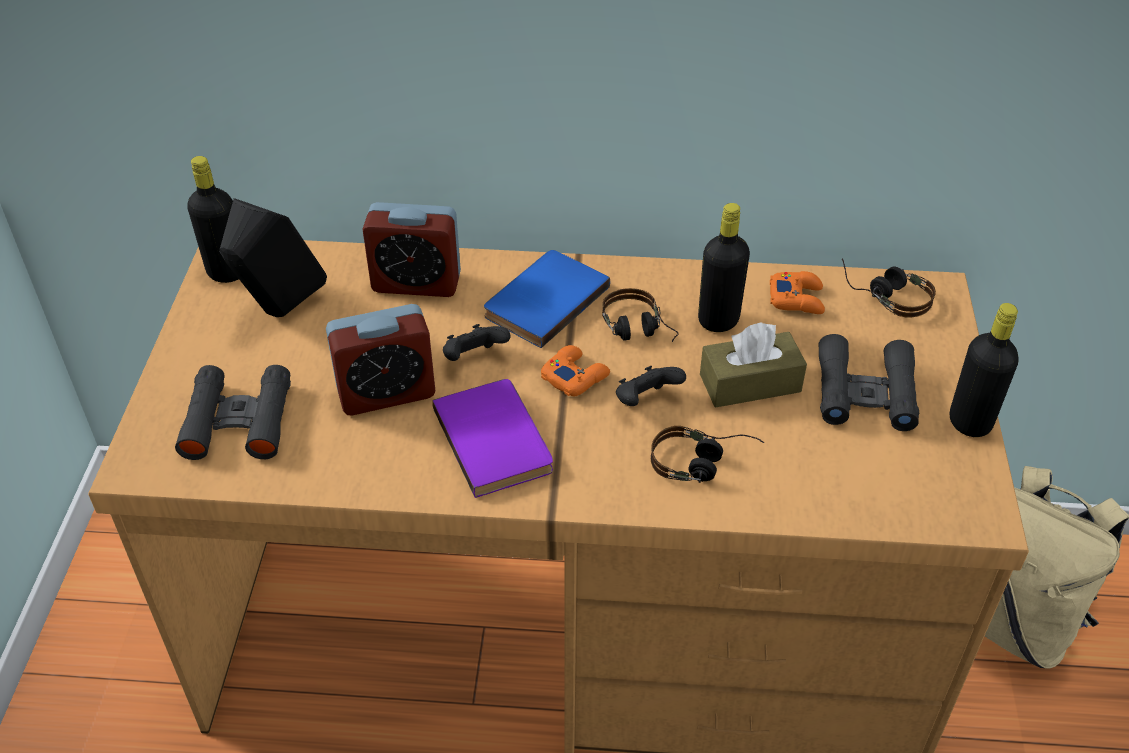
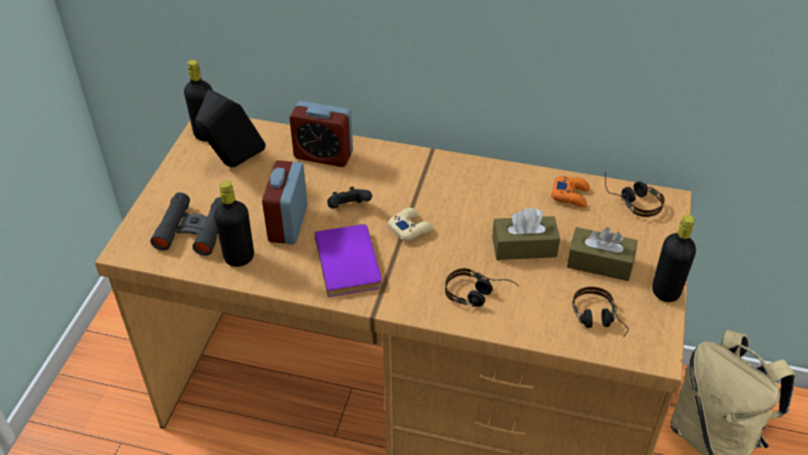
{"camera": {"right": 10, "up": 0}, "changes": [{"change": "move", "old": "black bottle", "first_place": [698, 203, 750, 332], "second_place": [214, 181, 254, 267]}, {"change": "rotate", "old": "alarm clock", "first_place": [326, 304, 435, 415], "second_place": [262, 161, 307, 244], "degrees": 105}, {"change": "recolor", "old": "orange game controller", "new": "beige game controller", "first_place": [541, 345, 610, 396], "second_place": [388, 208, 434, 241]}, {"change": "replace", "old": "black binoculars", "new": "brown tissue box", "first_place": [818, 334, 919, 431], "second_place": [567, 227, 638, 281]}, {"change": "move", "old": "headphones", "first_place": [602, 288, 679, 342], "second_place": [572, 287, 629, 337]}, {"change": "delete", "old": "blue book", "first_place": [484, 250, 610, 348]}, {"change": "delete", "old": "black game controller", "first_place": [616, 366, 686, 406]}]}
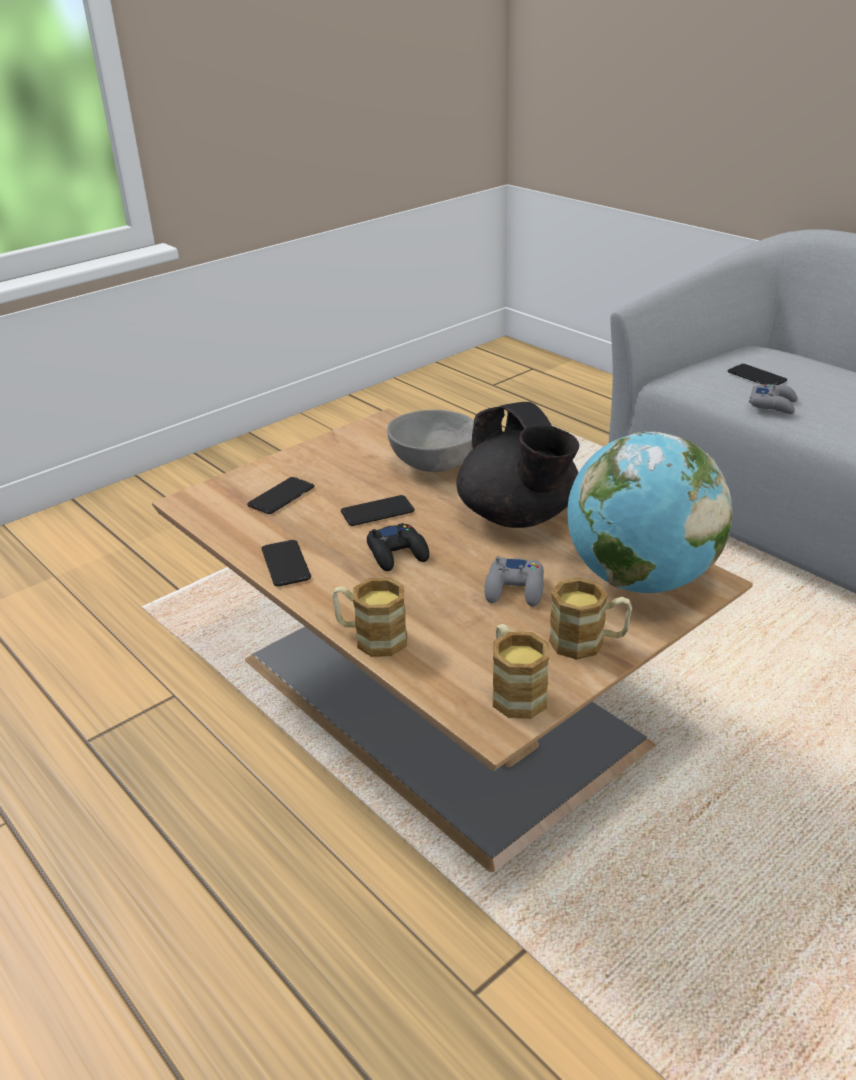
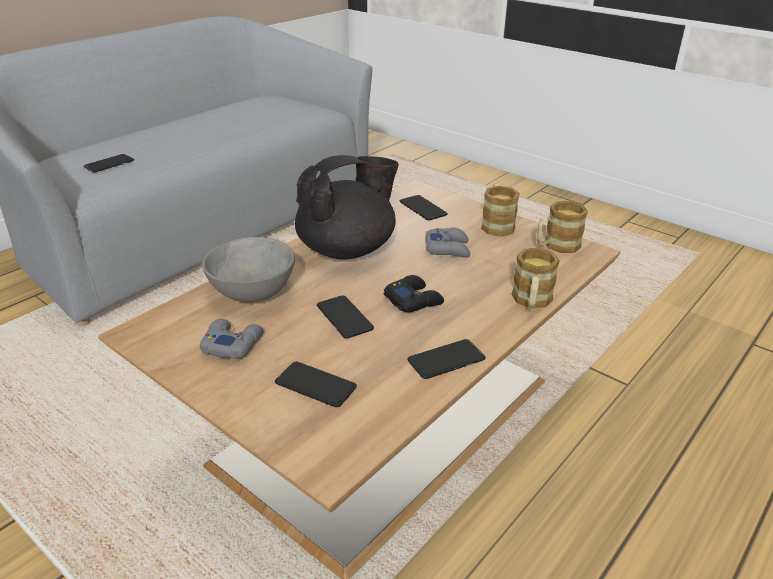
{"camera": {"right": -100, "up": 0}, "changes": [{"change": "move", "old": "grey game controller", "first_place": [749, 384, 798, 414], "second_place": [200, 319, 264, 359]}, {"change": "replace", "old": "globe", "new": "phone", "first_place": [567, 431, 733, 593], "second_place": [400, 195, 448, 220]}]}
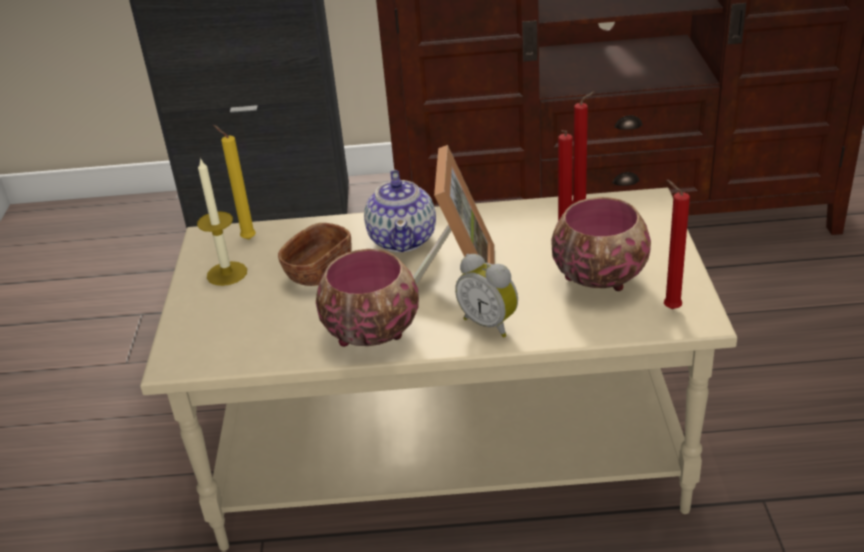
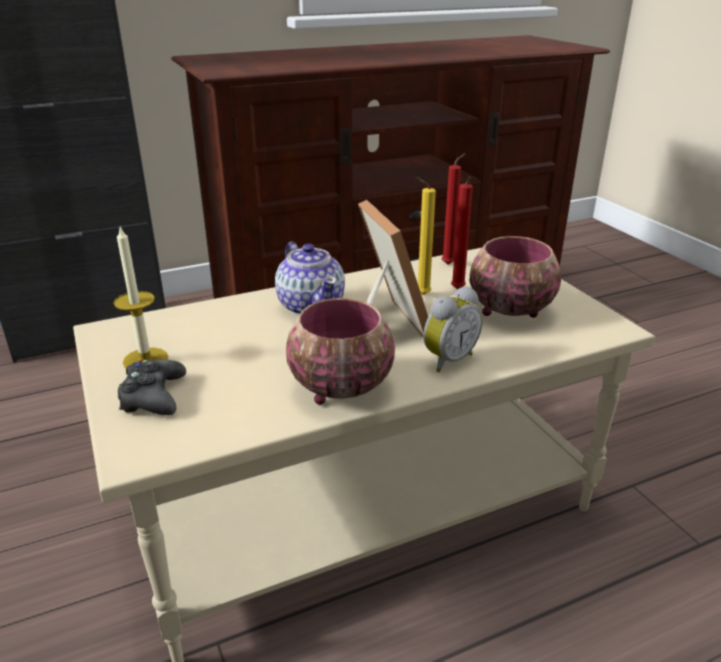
{"camera": {"right": -25, "up": -5}, "changes": [{"change": "insert", "new": "black game controller", "second_place": [118, 360, 186, 415]}, {"change": "move", "old": "yellow candle", "first_place": [213, 125, 256, 239], "second_place": [416, 177, 436, 295]}, {"change": "rotate", "old": "alarm clock", "first_place": [455, 254, 518, 338], "second_place": [423, 286, 482, 373], "degrees": -60}, {"change": "delete", "old": "brown bowl", "first_place": [278, 223, 351, 286]}, {"change": "delete", "old": "red candle", "first_place": [664, 179, 690, 309]}]}
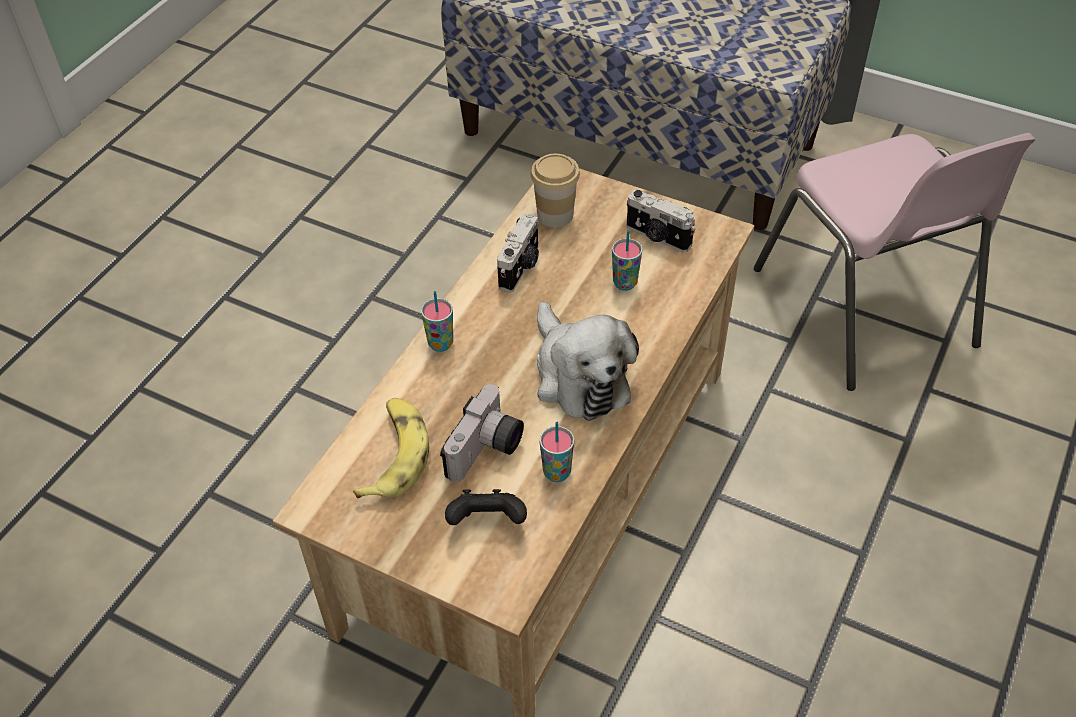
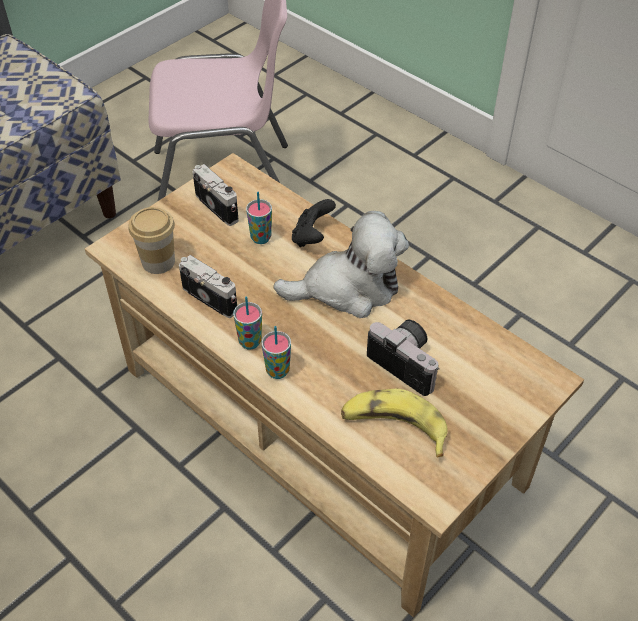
{"camera": {"right": -75, "up": 0}, "changes": [{"change": "rotate", "old": "photo camera", "first_place": [627, 189, 695, 252], "second_place": [193, 164, 239, 226], "degrees": -90}, {"change": "move", "old": "cup", "first_place": [540, 422, 574, 482], "second_place": [233, 297, 262, 350]}, {"change": "move", "old": "black game controller", "first_place": [445, 489, 527, 525], "second_place": [292, 199, 336, 247]}]}
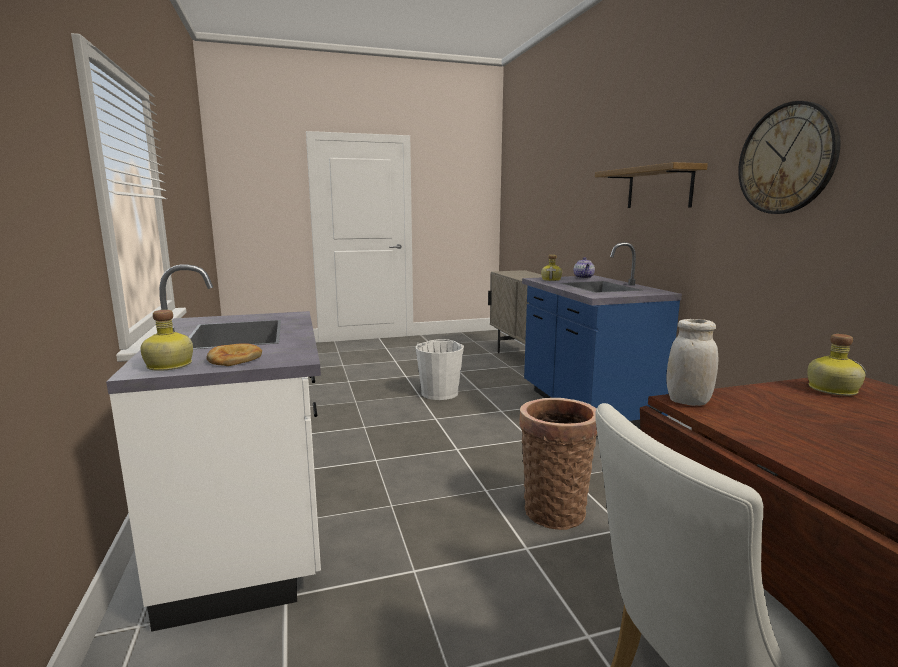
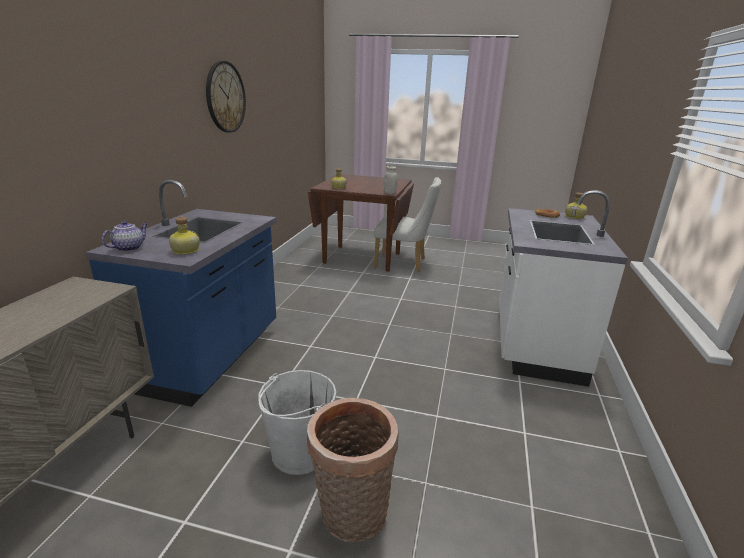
{"camera": {"right": -150, "up": 10}, "changes": [{"change": "move", "old": "basket", "first_place": [519, 398, 598, 530], "second_place": [307, 398, 399, 543]}, {"change": "delete", "old": "shelf", "first_place": [595, 162, 708, 208]}]}
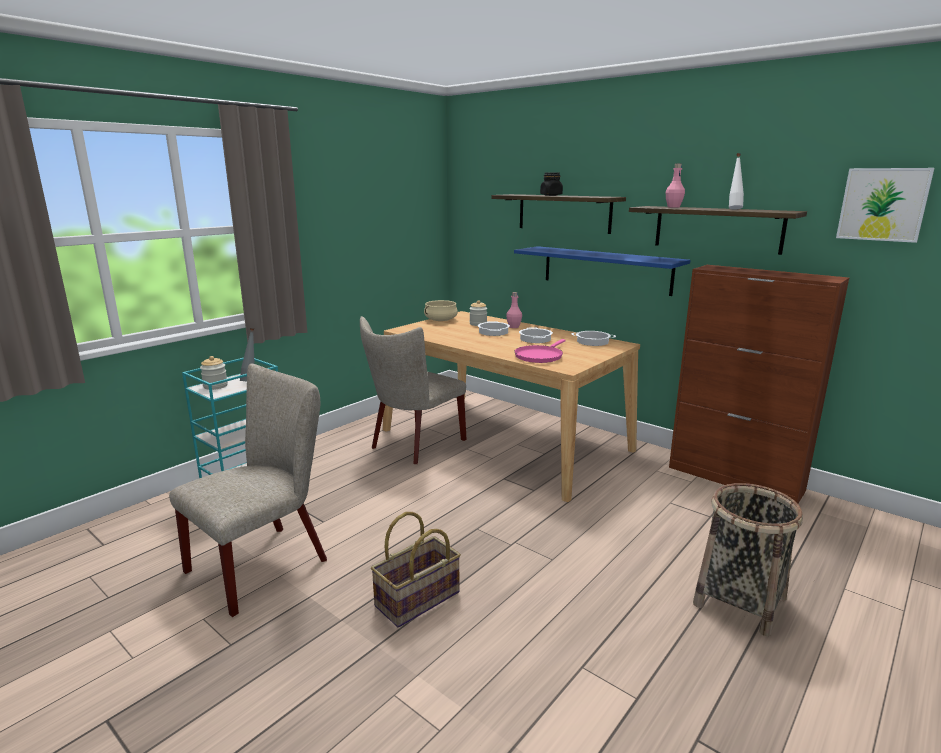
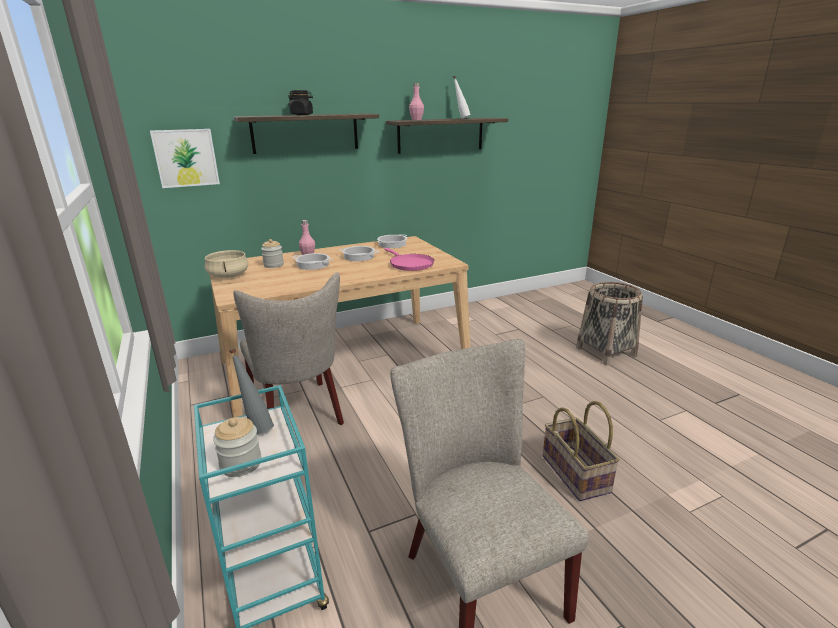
{"camera": {"right": -65, "up": 5}, "changes": [{"change": "move", "old": "picture", "first_place": [836, 168, 934, 243], "second_place": [150, 129, 220, 188]}, {"change": "delete", "old": "blue shelf", "first_place": [514, 246, 690, 296]}, {"change": "delete", "old": "brown cabinet", "first_place": [669, 265, 849, 504]}]}
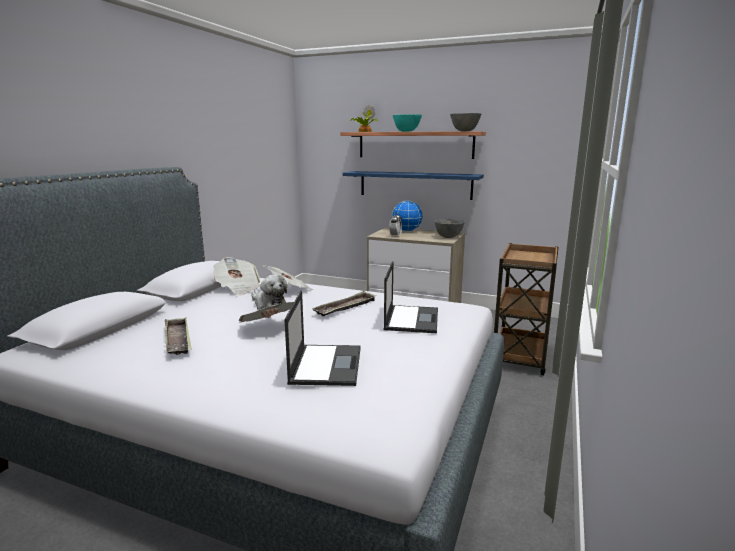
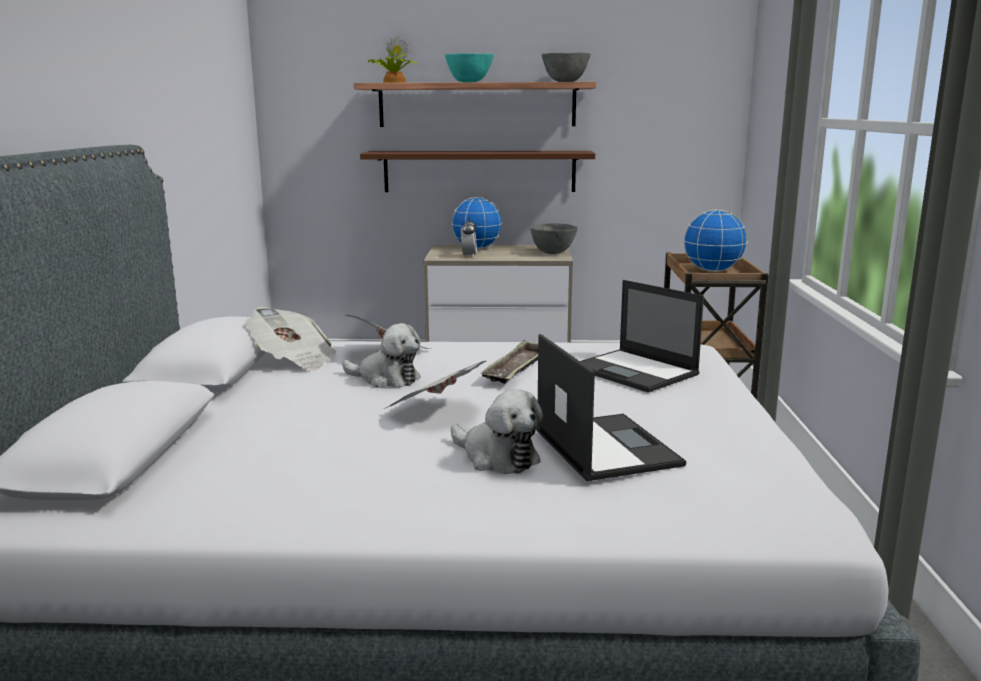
{"camera": {"right": -20, "up": 0}, "changes": [{"change": "recolor", "old": "blue shelf", "new": "brown shelf", "first_place": [343, 171, 484, 200], "second_place": [360, 151, 595, 192]}, {"change": "insert", "new": "plush toy", "second_place": [451, 389, 543, 474]}, {"change": "rotate", "old": "laptop", "first_place": [383, 261, 438, 333], "second_place": [580, 280, 704, 393], "degrees": 150}, {"change": "insert", "new": "globe", "second_place": [684, 210, 748, 272]}, {"change": "delete", "old": "tray", "first_place": [165, 318, 192, 355]}]}
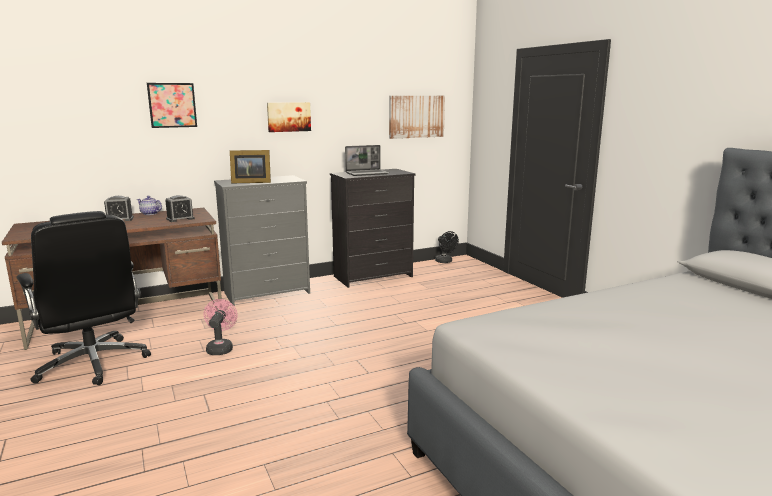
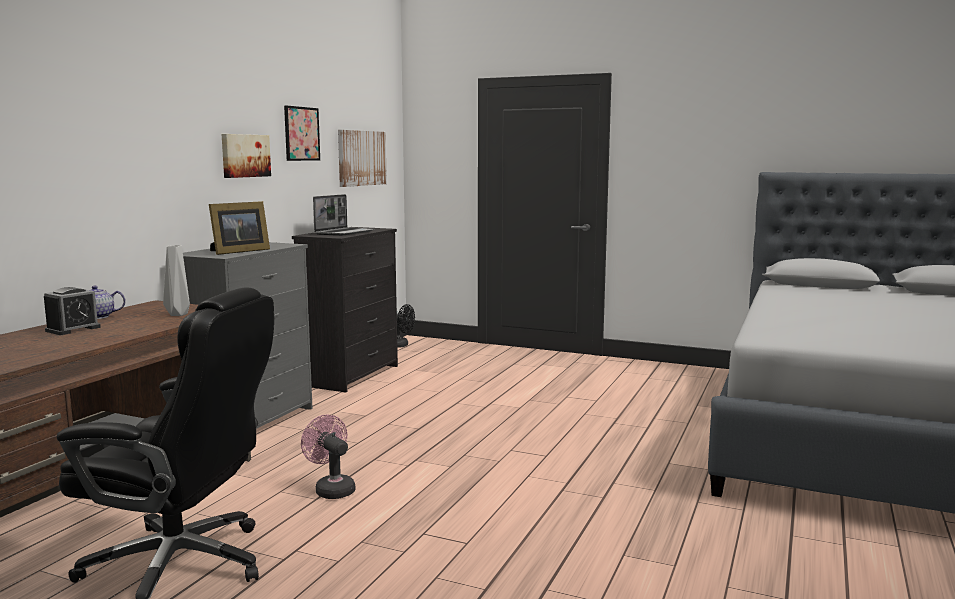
{"camera": {"right": -40, "up": -5}, "changes": [{"change": "replace", "old": "alarm clock", "new": "grey vase", "first_place": [165, 195, 195, 222], "second_place": [163, 245, 190, 316]}, {"change": "move", "old": "picture", "first_place": [147, 83, 197, 128], "second_place": [284, 105, 320, 161]}]}
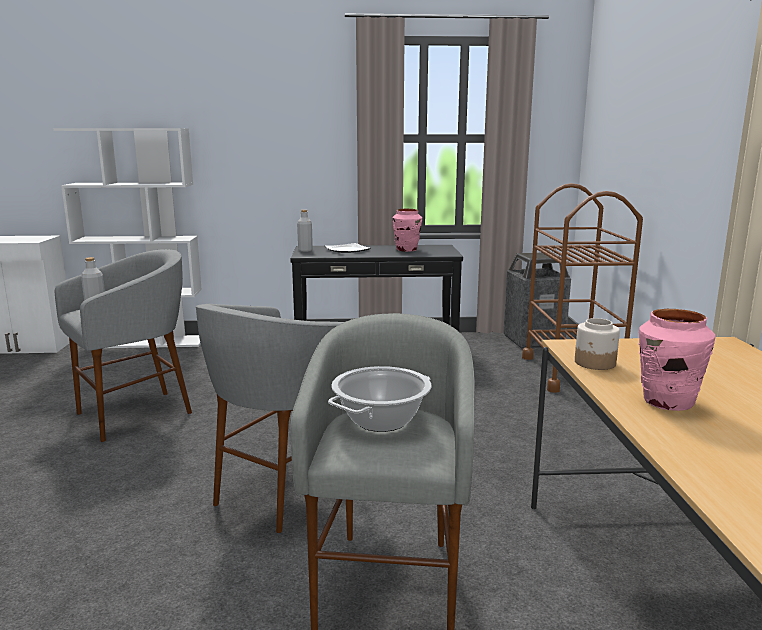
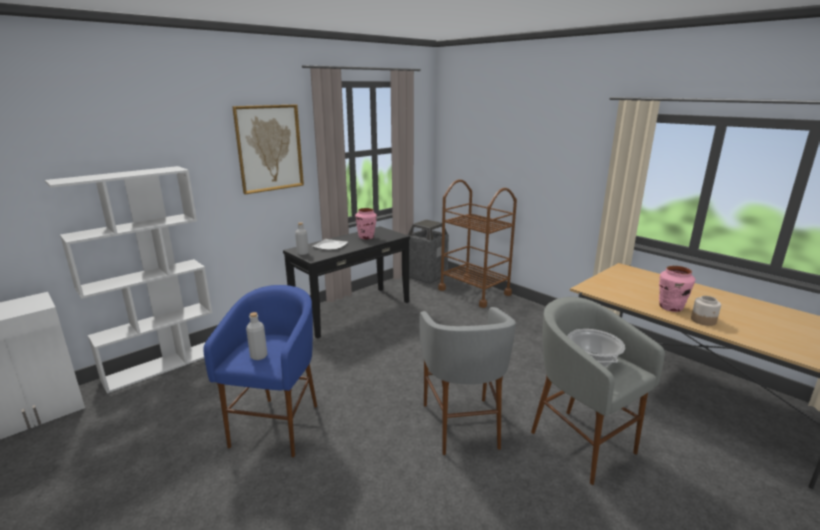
{"camera": {"right": -40, "up": 5}, "changes": [{"change": "recolor", "old": "grey stool", "new": "blue stool", "first_place": [55, 249, 192, 442], "second_place": [203, 285, 317, 458]}, {"change": "insert", "new": "picture", "second_place": [232, 104, 304, 194]}, {"change": "move", "old": "jar", "first_place": [575, 318, 620, 370], "second_place": [691, 296, 721, 326]}]}
